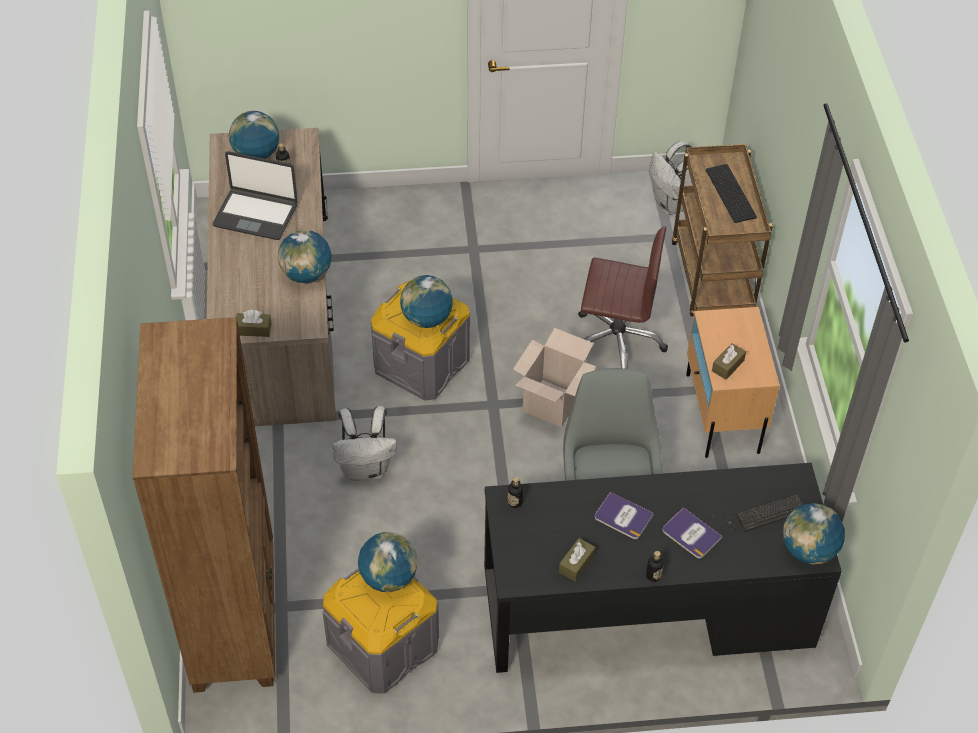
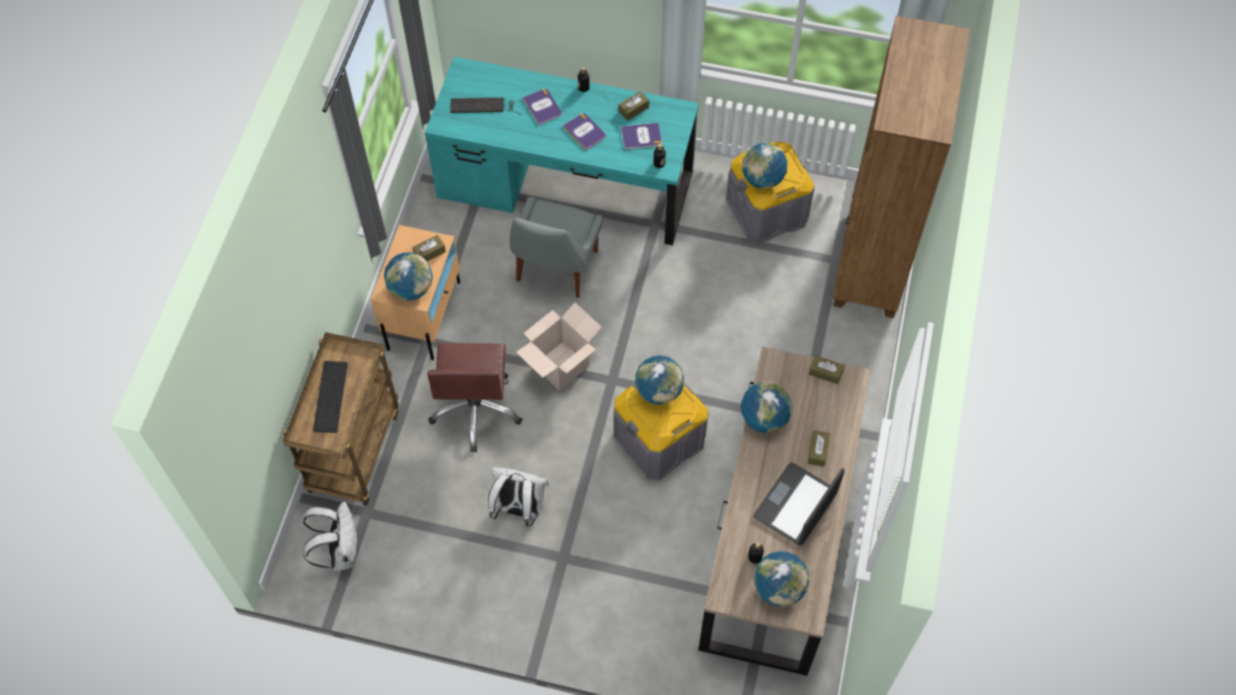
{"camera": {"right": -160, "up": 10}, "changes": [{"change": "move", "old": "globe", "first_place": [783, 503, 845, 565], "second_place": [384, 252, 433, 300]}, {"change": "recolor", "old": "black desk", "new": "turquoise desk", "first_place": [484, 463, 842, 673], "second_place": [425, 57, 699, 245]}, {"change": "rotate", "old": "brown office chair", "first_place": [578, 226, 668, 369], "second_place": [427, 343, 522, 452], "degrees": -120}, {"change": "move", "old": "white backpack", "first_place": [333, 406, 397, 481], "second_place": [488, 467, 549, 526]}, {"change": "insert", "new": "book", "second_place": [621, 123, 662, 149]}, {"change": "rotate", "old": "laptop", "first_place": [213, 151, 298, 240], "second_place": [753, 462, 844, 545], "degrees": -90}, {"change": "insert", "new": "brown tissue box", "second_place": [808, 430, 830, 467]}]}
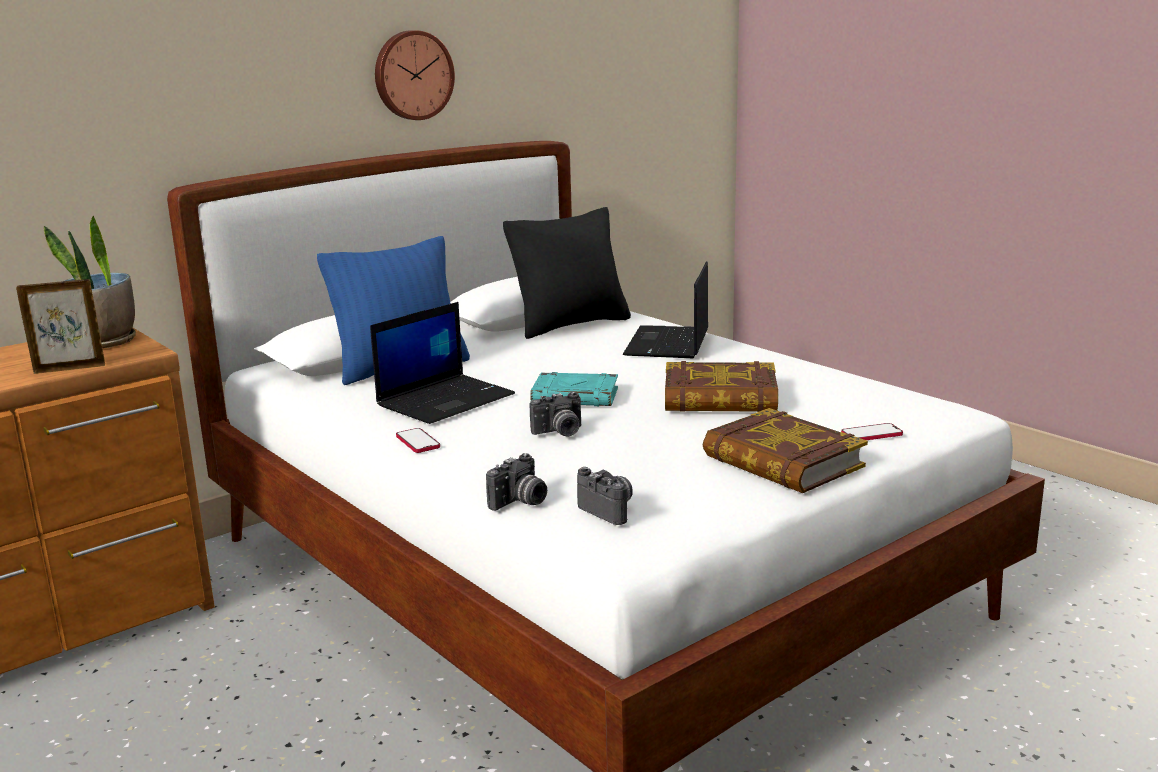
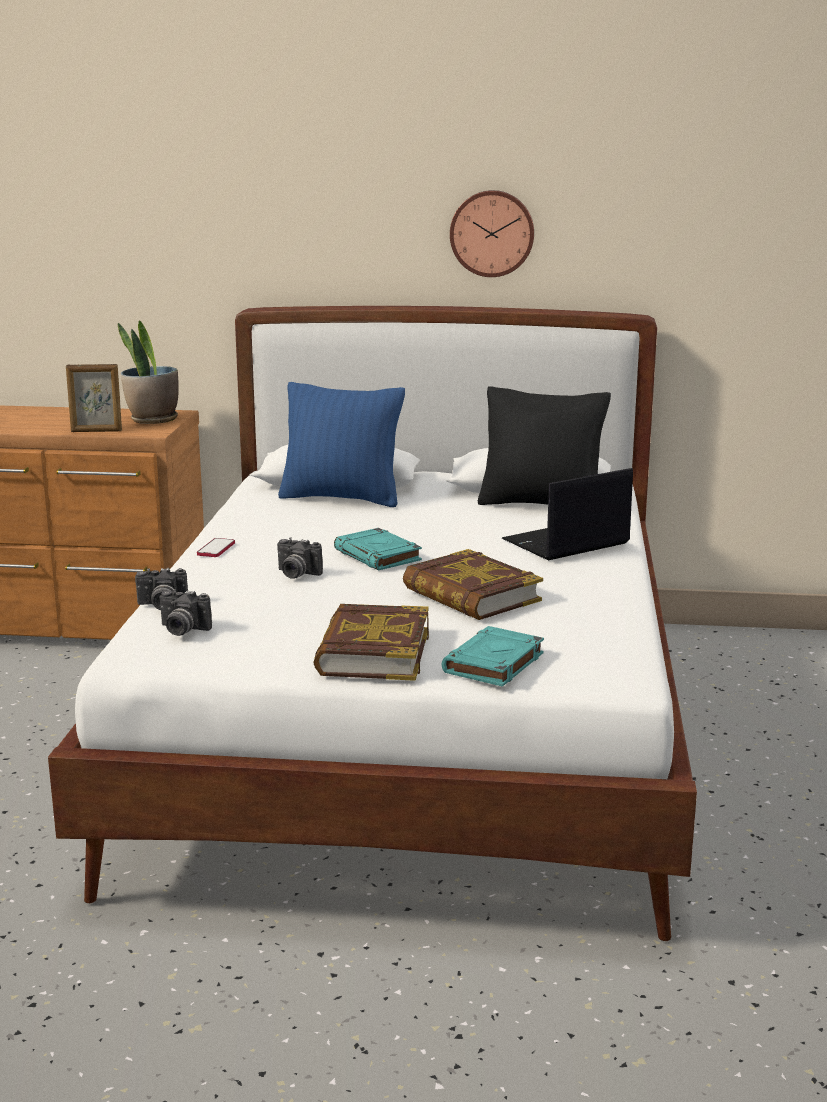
{"camera": {"right": 45, "up": 0}, "changes": [{"change": "rotate", "old": "picture frame", "first_place": [16, 279, 105, 374], "second_place": [66, 364, 122, 432], "degrees": 150}, {"change": "rotate", "old": "photo camera", "first_place": [577, 467, 633, 525], "second_place": [160, 589, 212, 636], "degrees": 105}, {"change": "replace", "old": "phone", "new": "turquoise book", "first_place": [841, 423, 903, 440], "second_place": [441, 626, 544, 687]}, {"change": "delete", "old": "laptop", "first_place": [370, 302, 515, 424]}]}
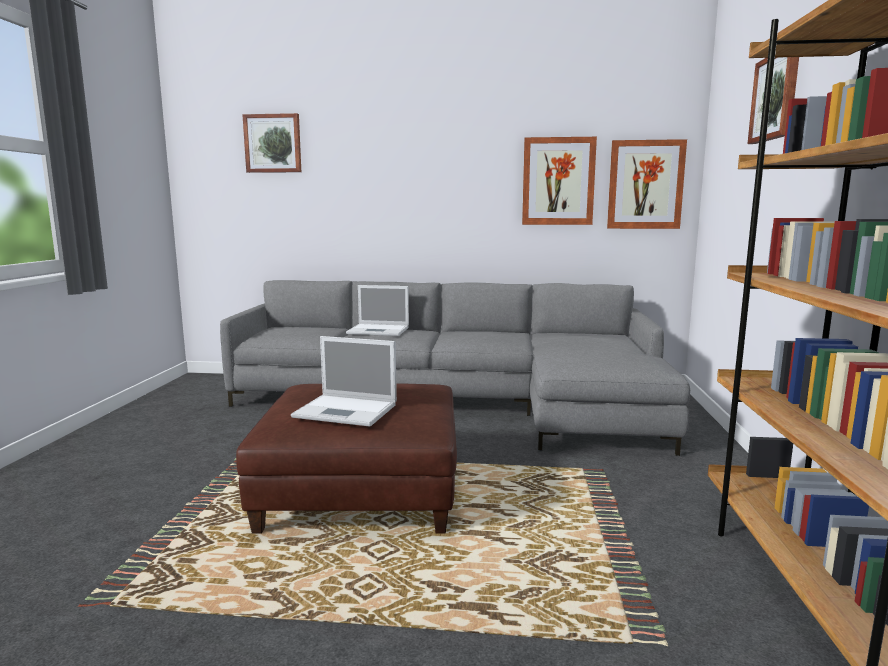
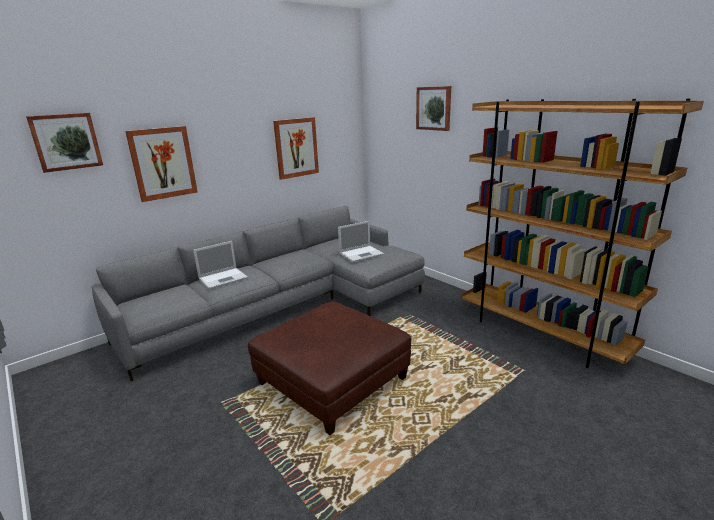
{"camera": {"right": -45, "up": 10}, "changes": [{"change": "move", "old": "picture", "first_place": [607, 139, 687, 229], "second_place": [125, 126, 198, 202]}, {"change": "move", "old": "laptop", "first_place": [291, 336, 397, 427], "second_place": [338, 221, 384, 262]}]}
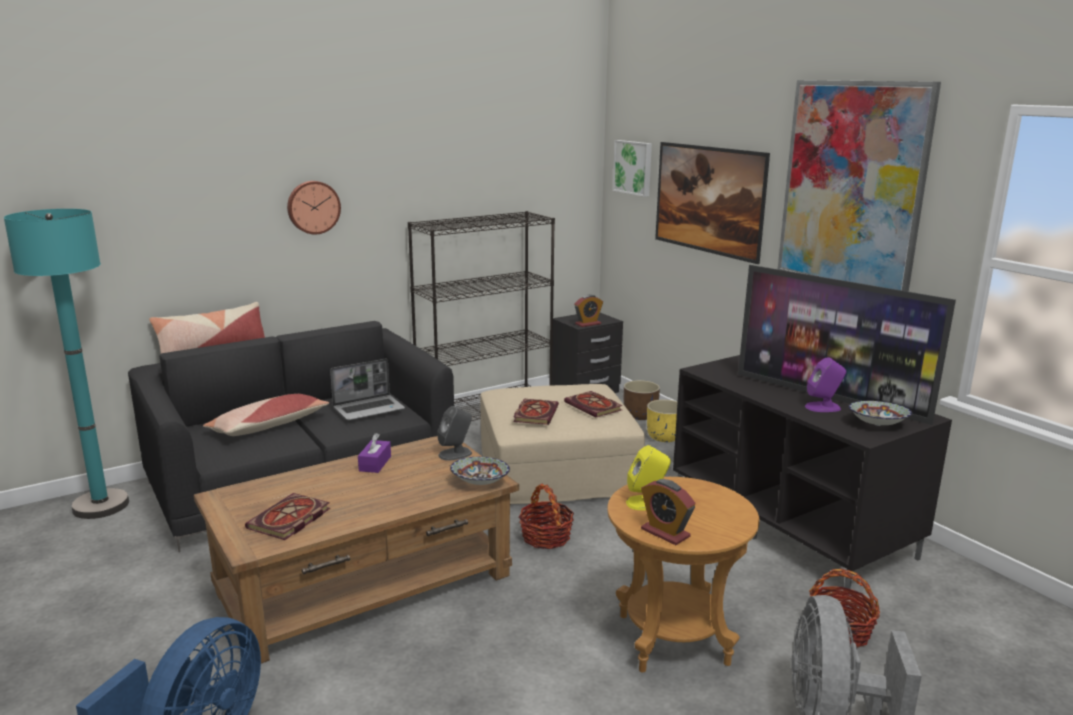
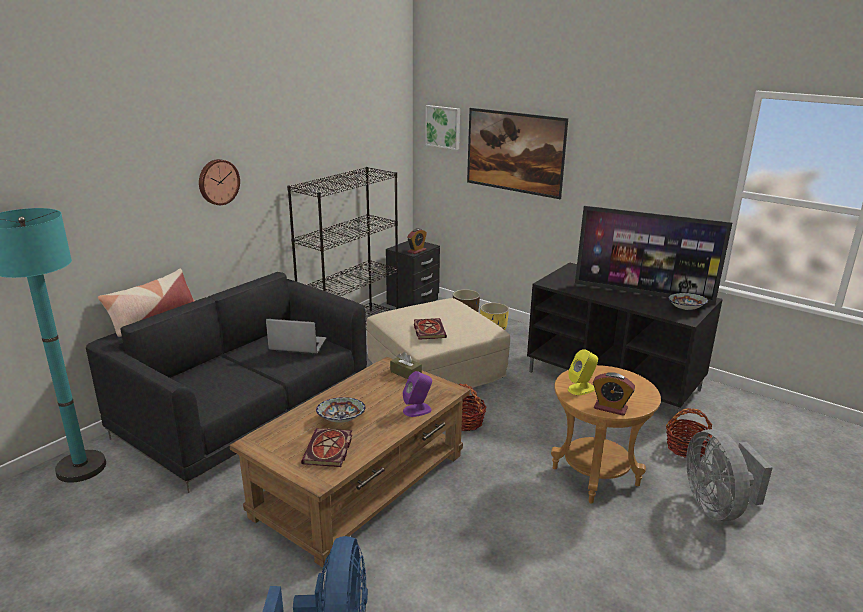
{"camera": {"right": -20, "up": 5}, "changes": [{"change": "rotate", "old": "laptop", "first_place": [330, 358, 405, 420], "second_place": [266, 319, 326, 354], "degrees": -120}, {"change": "move", "old": "bowl", "first_place": [450, 457, 510, 485], "second_place": [316, 397, 366, 423]}, {"change": "replace", "old": "grey speaker", "new": "brown tissue box", "first_place": [437, 406, 472, 461], "second_place": [390, 352, 422, 379]}, {"change": "move", "old": "purple speaker", "first_place": [805, 357, 846, 412], "second_place": [403, 371, 432, 417]}, {"change": "delete", "old": "pillow", "first_place": [203, 394, 329, 436]}, {"change": "delete", "old": "purple tissue box", "first_place": [358, 433, 391, 473]}, {"change": "delete", "old": "book", "first_place": [564, 391, 623, 417]}, {"change": "delete", "old": "picture", "first_place": [778, 80, 941, 292]}]}
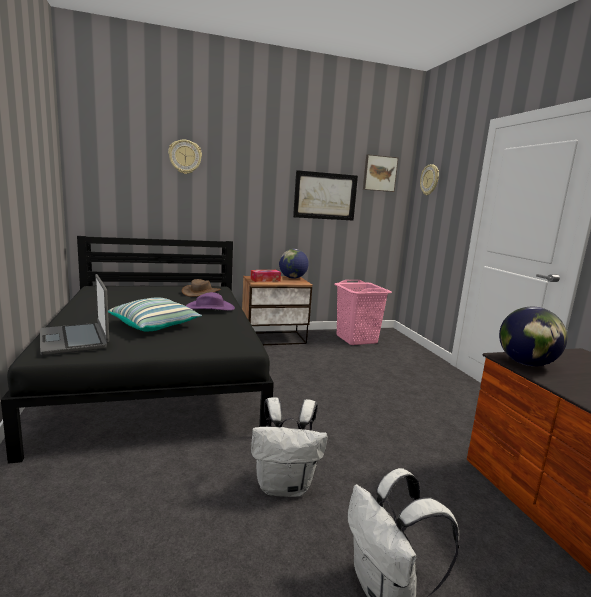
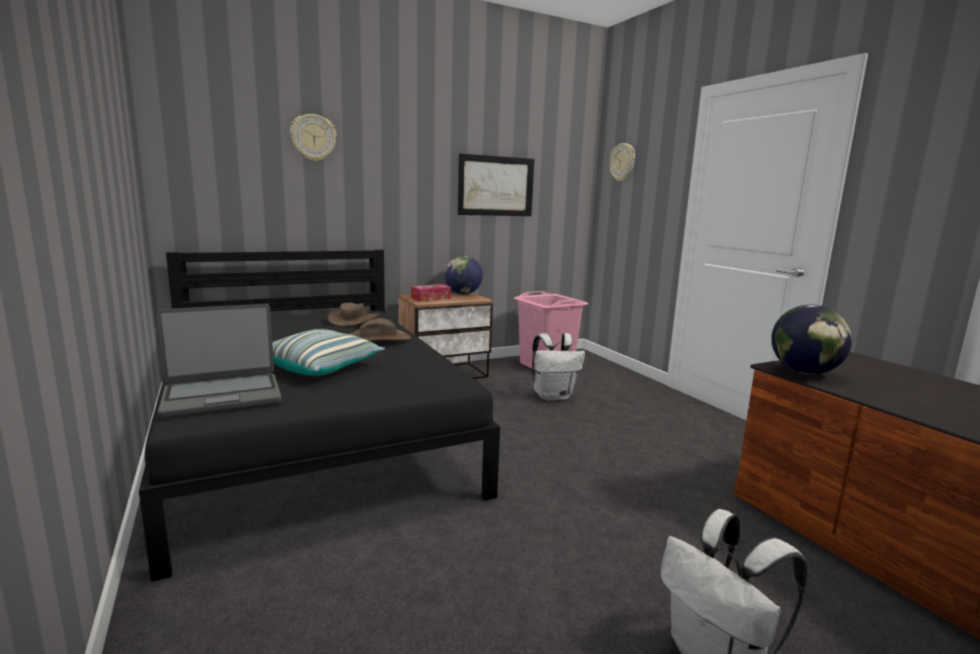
{"camera": {"right": -10, "up": 0}, "changes": [{"change": "rotate", "old": "laptop", "first_place": [40, 274, 109, 356], "second_place": [157, 304, 282, 418], "degrees": -75}, {"change": "recolor", "old": "purple hat", "new": "brown hat", "first_place": [186, 292, 235, 310], "second_place": [350, 318, 411, 341]}, {"change": "move", "old": "white backpack", "first_place": [251, 397, 328, 497], "second_place": [532, 333, 585, 401]}, {"change": "delete", "old": "picture", "first_place": [363, 154, 399, 192]}]}
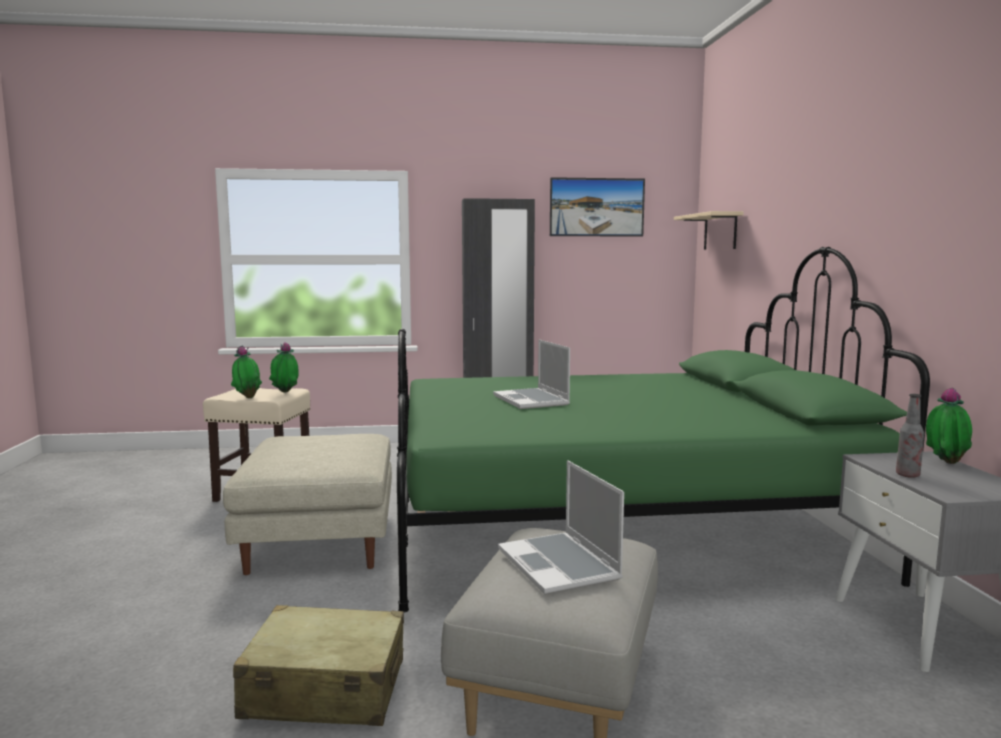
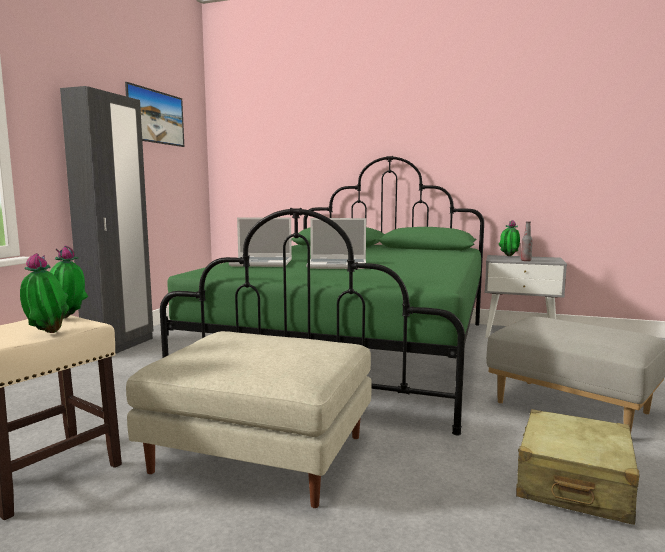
{"camera": {"right": -65, "up": 0}, "changes": [{"change": "move", "old": "laptop", "first_place": [498, 460, 624, 595], "second_place": [229, 217, 292, 267]}, {"change": "delete", "old": "beige shelf", "first_place": [674, 211, 744, 250]}]}
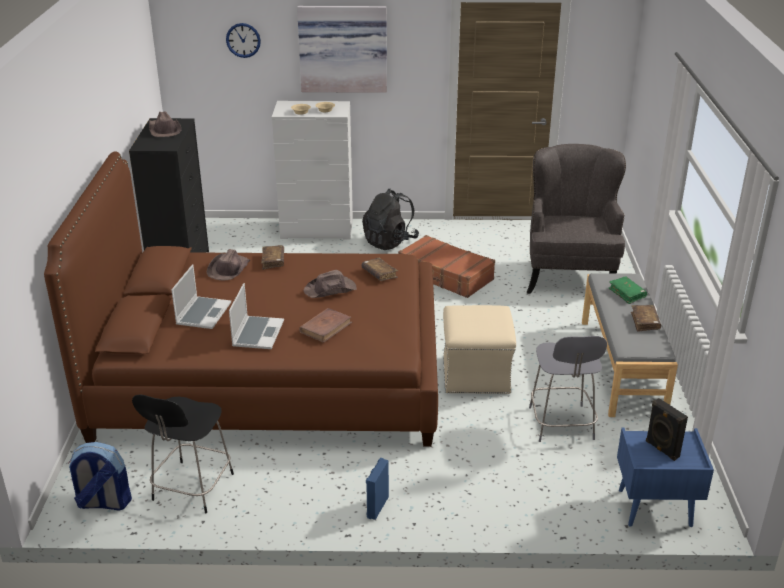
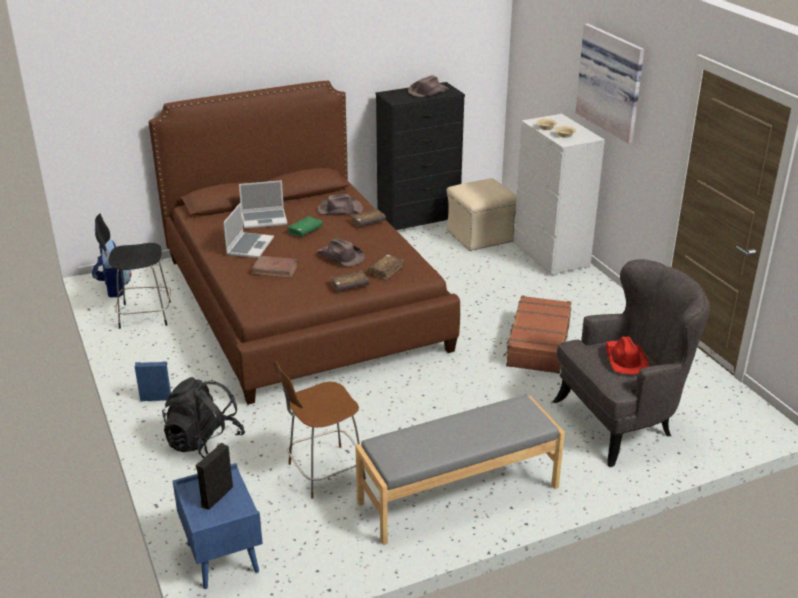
{"camera": {"right": 65, "up": 0}, "changes": [{"change": "move", "old": "black backpack", "first_place": [362, 189, 419, 250], "second_place": [162, 377, 245, 458]}, {"change": "rotate", "old": "laptop", "first_place": [229, 283, 284, 349], "second_place": [223, 203, 274, 258], "degrees": -60}, {"change": "recolor", "old": "grey chair", "new": "brown chair", "first_place": [529, 336, 607, 442], "second_place": [273, 361, 366, 499]}, {"change": "move", "old": "green book", "first_place": [609, 276, 647, 304], "second_place": [287, 216, 323, 237]}, {"change": "move", "old": "brown book", "first_place": [631, 305, 661, 332], "second_place": [330, 270, 369, 291]}, {"change": "move", "old": "beige ottoman", "first_place": [443, 305, 516, 394], "second_place": [446, 178, 516, 251]}, {"change": "insert", "new": "red hat", "second_place": [605, 337, 649, 375]}, {"change": "delete", "old": "wall clock", "first_place": [226, 23, 261, 58]}]}
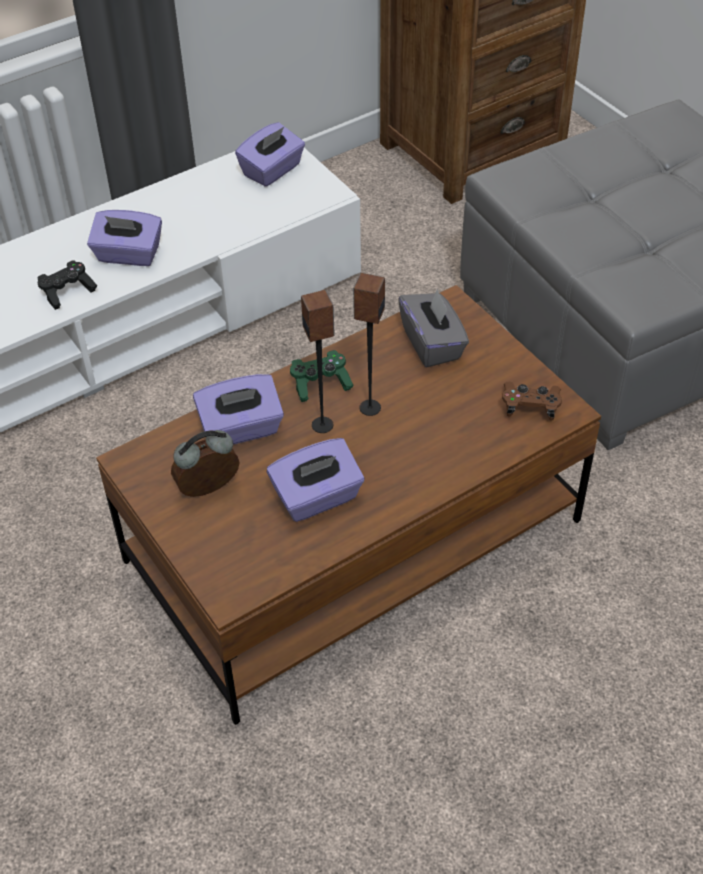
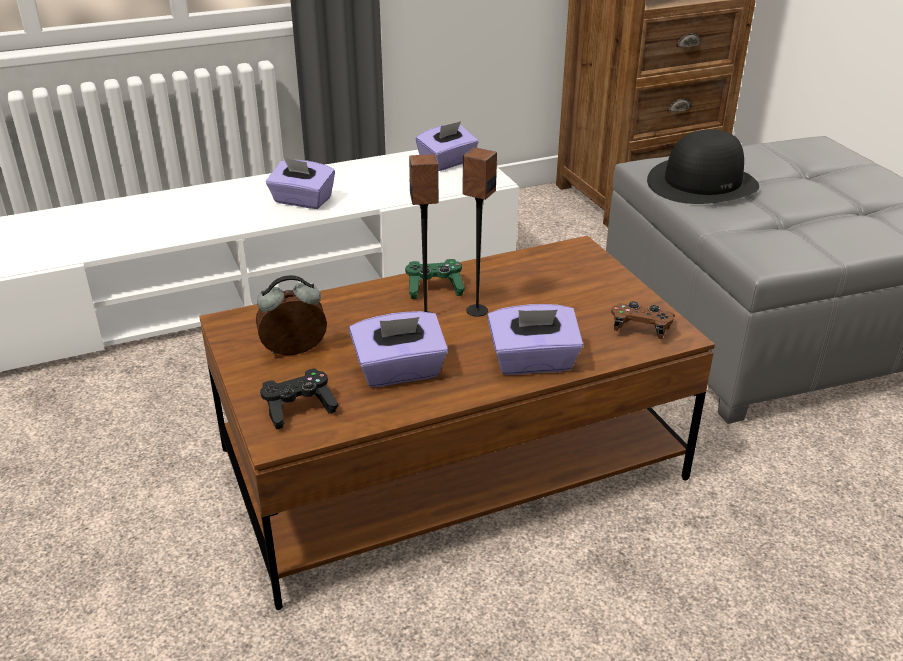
{"camera": {"right": 10, "up": -15}, "changes": [{"change": "move", "old": "black game controller", "first_place": [37, 260, 97, 310], "second_place": [260, 369, 339, 429]}, {"change": "move", "old": "purple tissue box", "first_place": [193, 374, 284, 445], "second_place": [487, 304, 583, 375]}, {"change": "insert", "new": "black hat", "second_place": [647, 130, 759, 204]}, {"change": "delete", "old": "grey tissue box", "first_place": [398, 288, 469, 367]}]}
